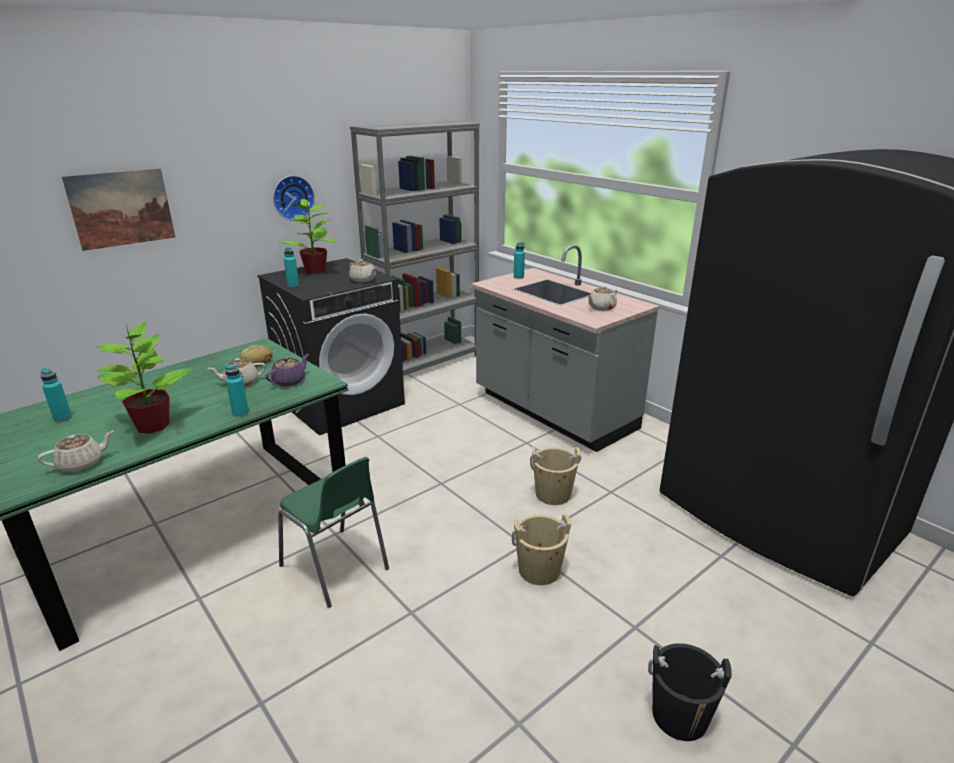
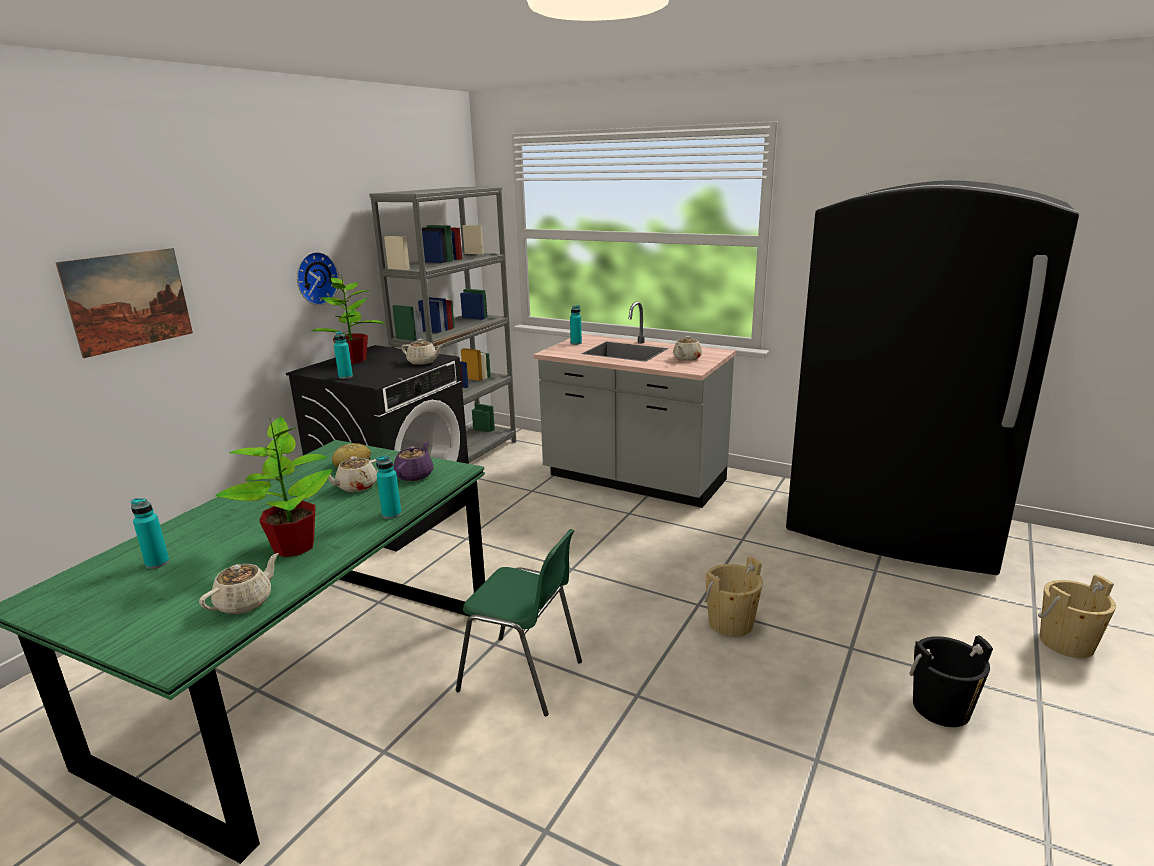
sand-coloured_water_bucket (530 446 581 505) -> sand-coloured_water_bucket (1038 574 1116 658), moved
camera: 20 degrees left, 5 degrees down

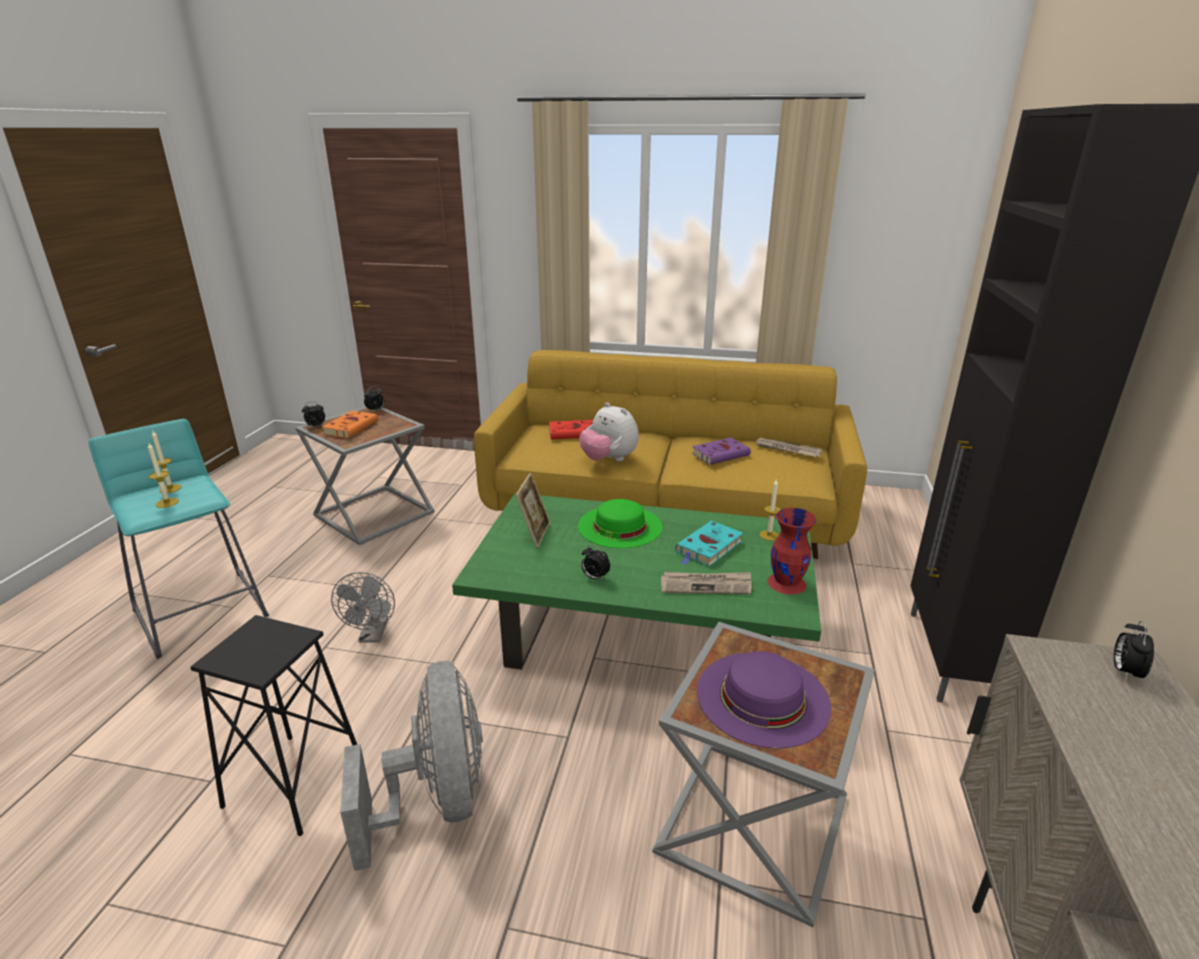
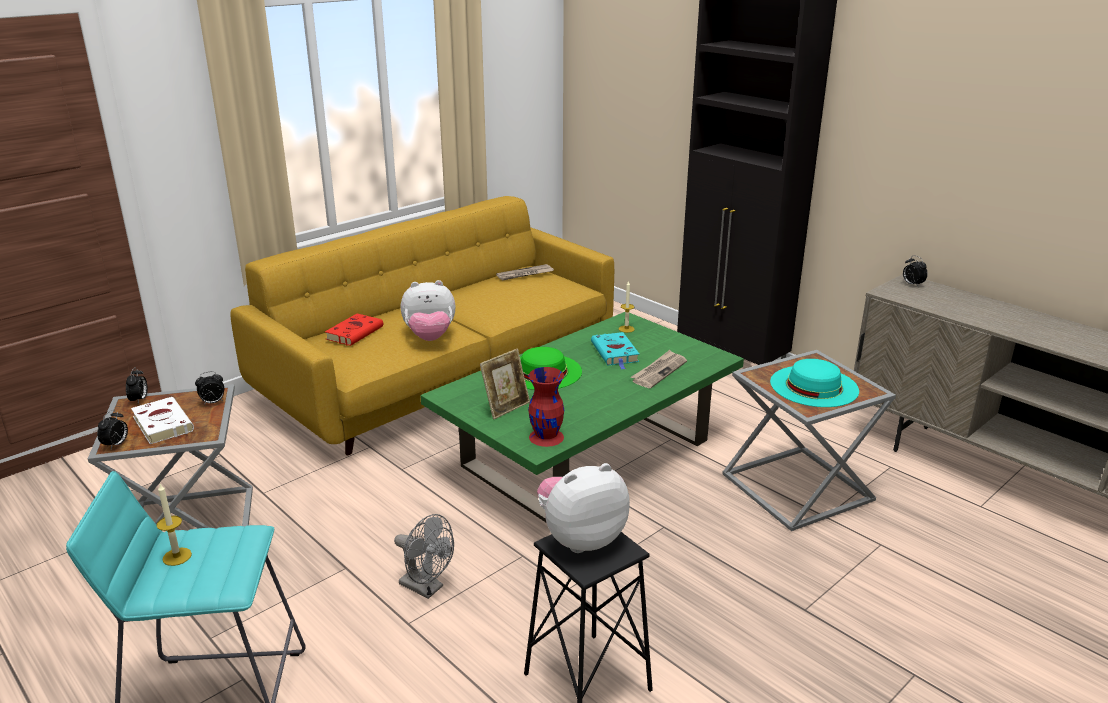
orange_book (322 411 378 438) -> white-coloured_book (131 397 194 444)
purple-coloured_book (692 438 751 465) -> none
wax_candle (148 443 179 508) -> none
photo_frame (516 473 550 548) -> photo_frame (480 349 530 419), 90 degrees clockwise
red-coloured_decorative_vase (768 508 816 594) -> red-coloured_decorative_vase (528 367 564 447), moved
bedside_clock (581 545 610 581) -> bedside_clock (195 371 224 405), moved
purple-coloured_wearable_hat (697 651 831 748) -> turquoise-coloured_wearable_hat (770 359 859 407)
greyish_fan (340 661 483 871) -> none
none -> cuddly_toy (537 463 630 553)
camera: 55 degrees left, 0 degrees up

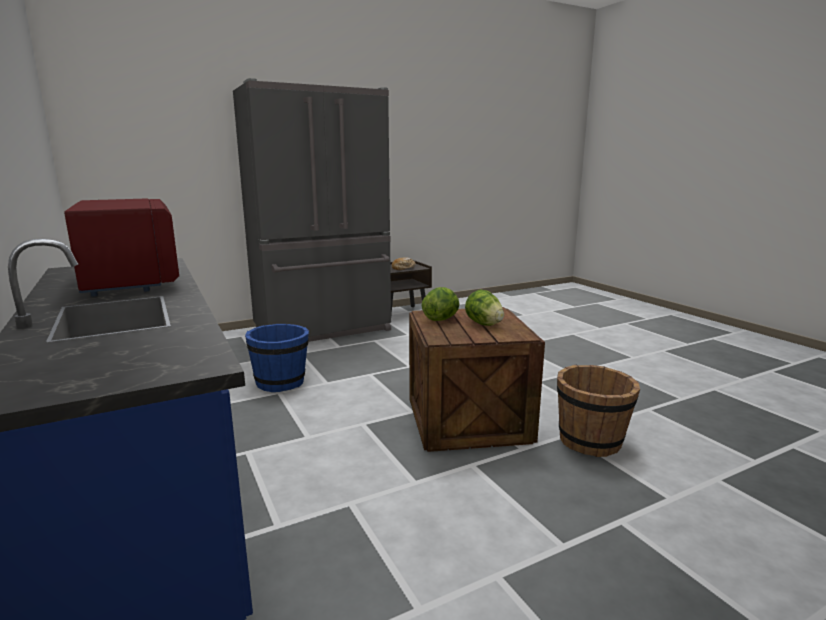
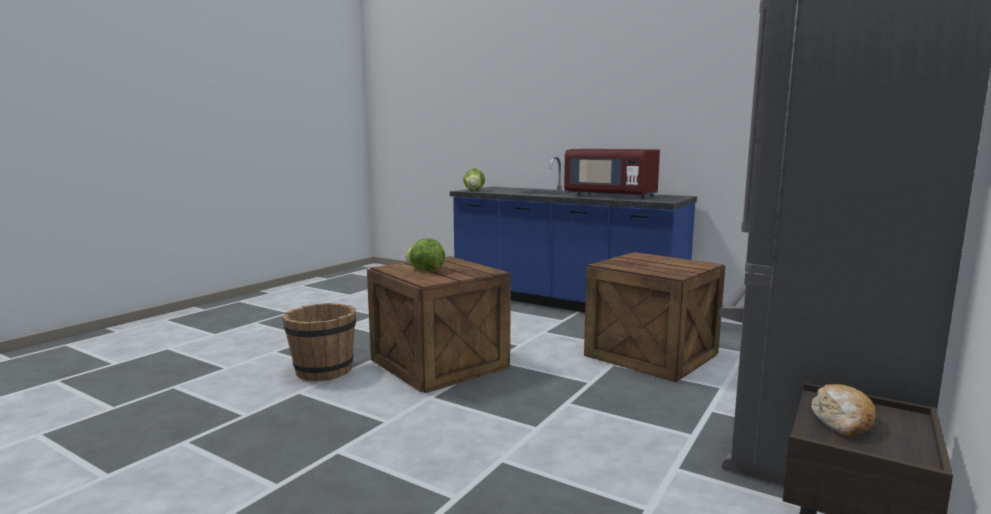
lettuce (422 287 459 321) -> lettuce (463 168 485 191), moved
blue_water_bucket (245 324 309 392) -> crate (584 252 725 382)
camera: 150 degrees right, 5 degrees down

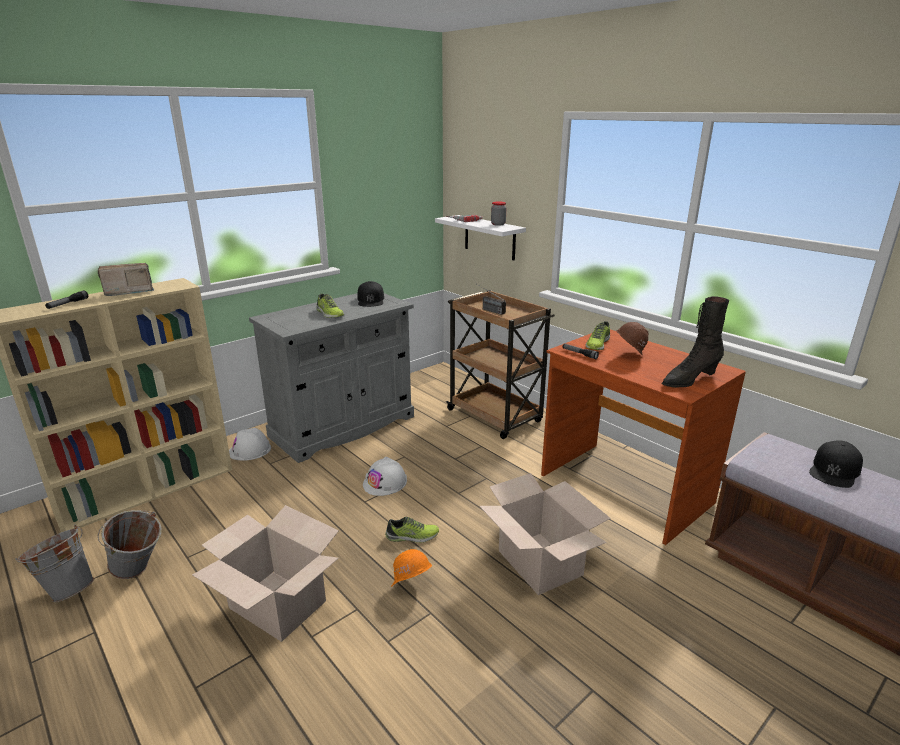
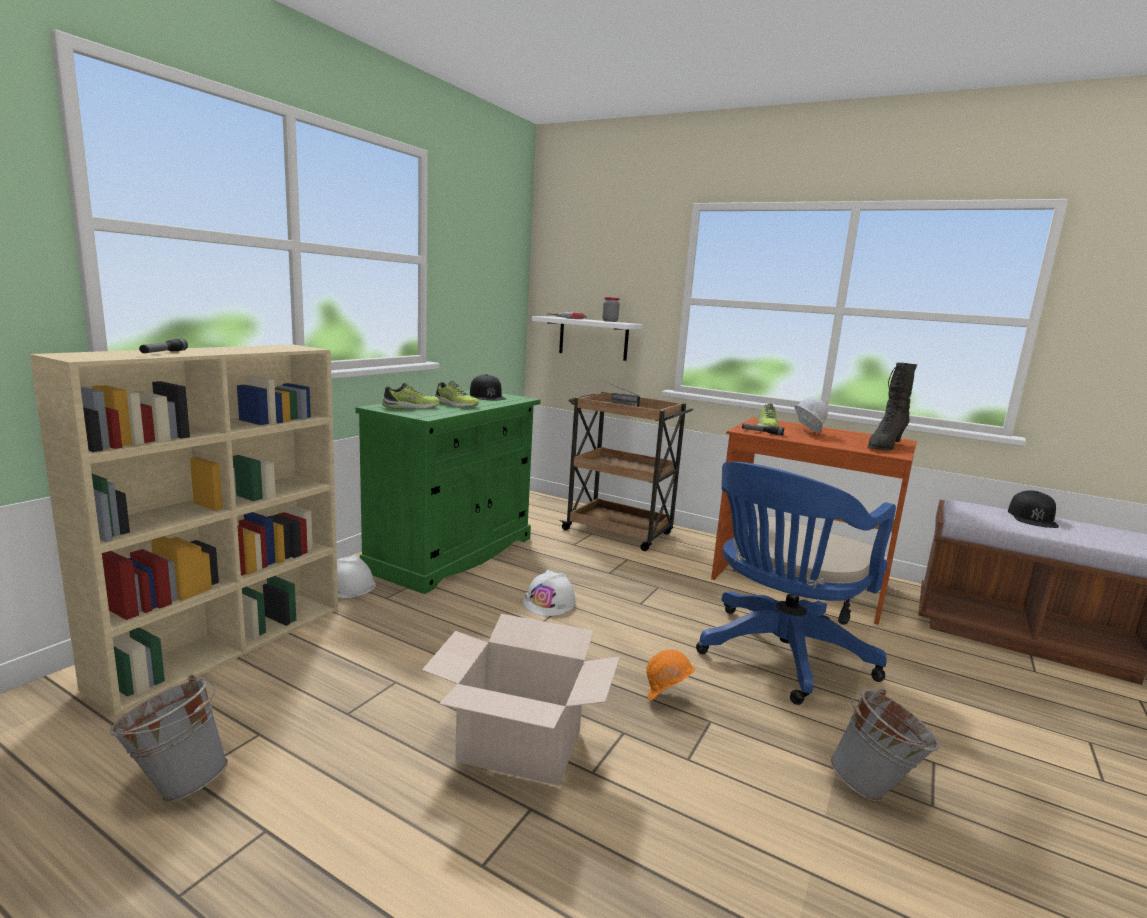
radio_receiver (98 263 154 296) -> none
greyish_cupboard (249 293 414 463) -> green-coloured_cupboard (356 390 541 594)
brown_hard_hat (616 322 648 355) -> white-coloured_hard_hat (794 397 828 433)
packing_box (479 473 611 595) -> blue_desk_chair (696 462 896 705)
greyish_water_bucket (98 510 162 579) -> greyish_water_bucket (830 688 939 801), moved
shoe (385 517 439 543) -> shoe (382 383 440 409), moved
camera: 20 degrees left, 10 degrees down

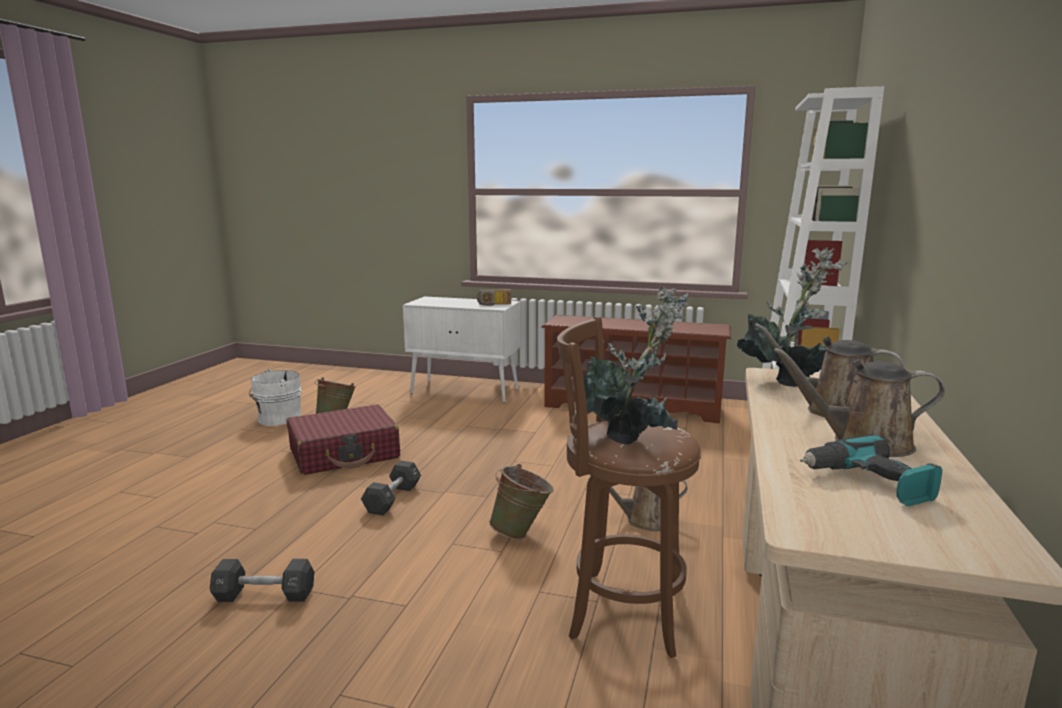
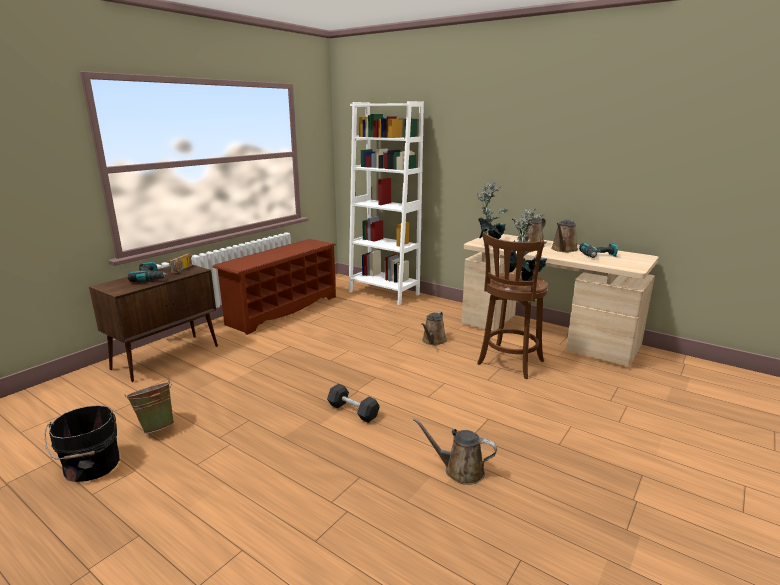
white-coloured_cupboard (403 296 520 403) -> brown_cupboard (89 265 218 382)
white-coloured_water_bucket (249 369 302 426) -> blackish_water_bucket (44 405 120 482)
red-coloured_suitcase (287 404 400 475) -> none
green-coloured_water_bucket (489 464 554 539) -> none
blackish_free_weight (210 559 314 602) -> brown_sprinkling_can (413 418 497 485)
none -> power_drill (128 262 168 282)
camera: 70 degrees left, 5 degrees up

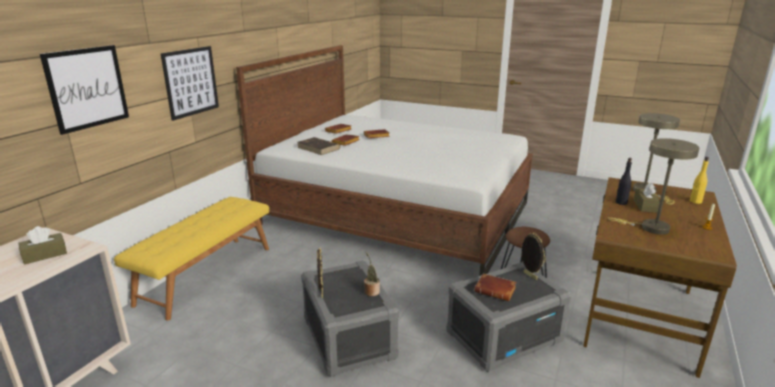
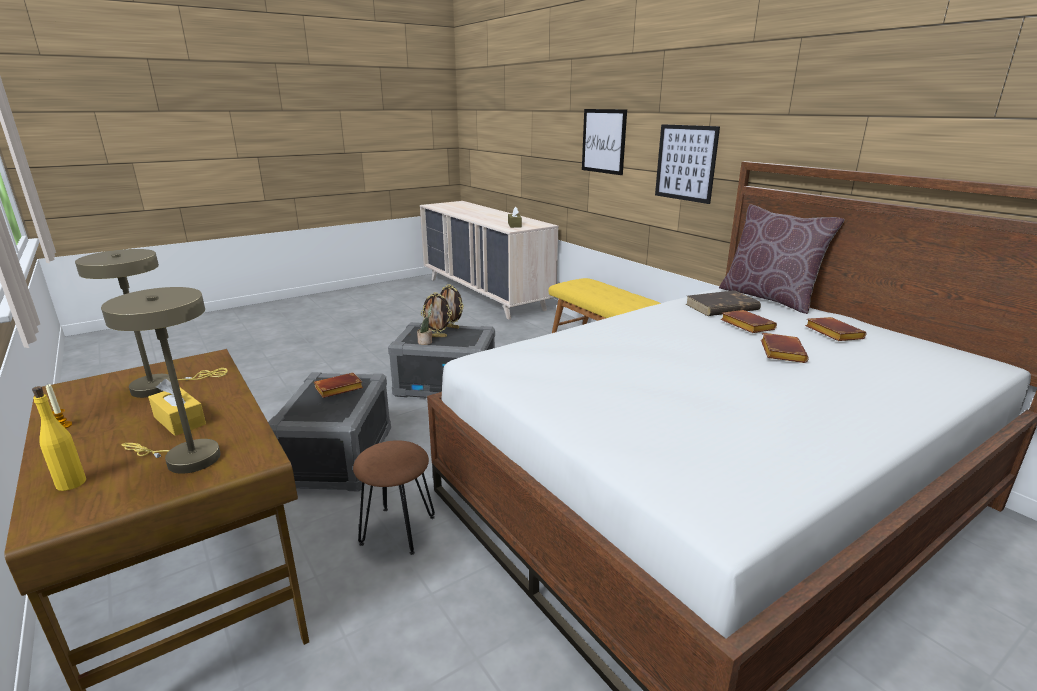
blackish_bottle (616 158 632 205) -> none
brown_tissue_box (634 183 660 213) -> yellow-coloured_tissue_box (148 379 206 436)
photo_frame (522 232 546 280) -> photo_frame (421 292 452 337), moved
none -> brown_cushion (719 205 845 314)
camera: 120 degrees right, 0 degrees up

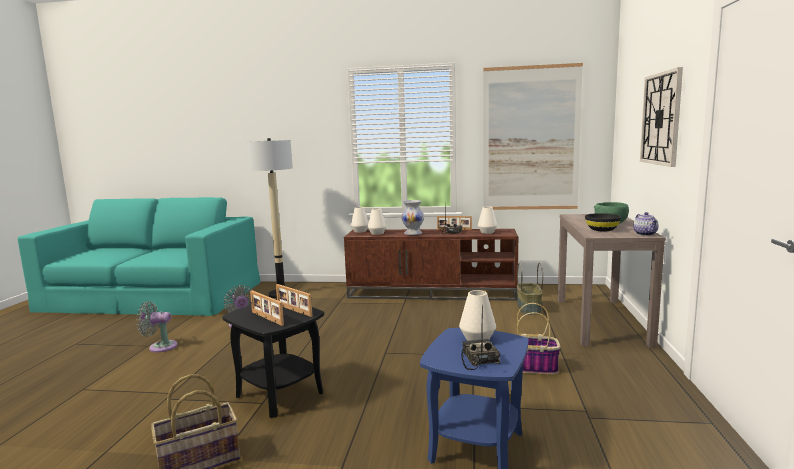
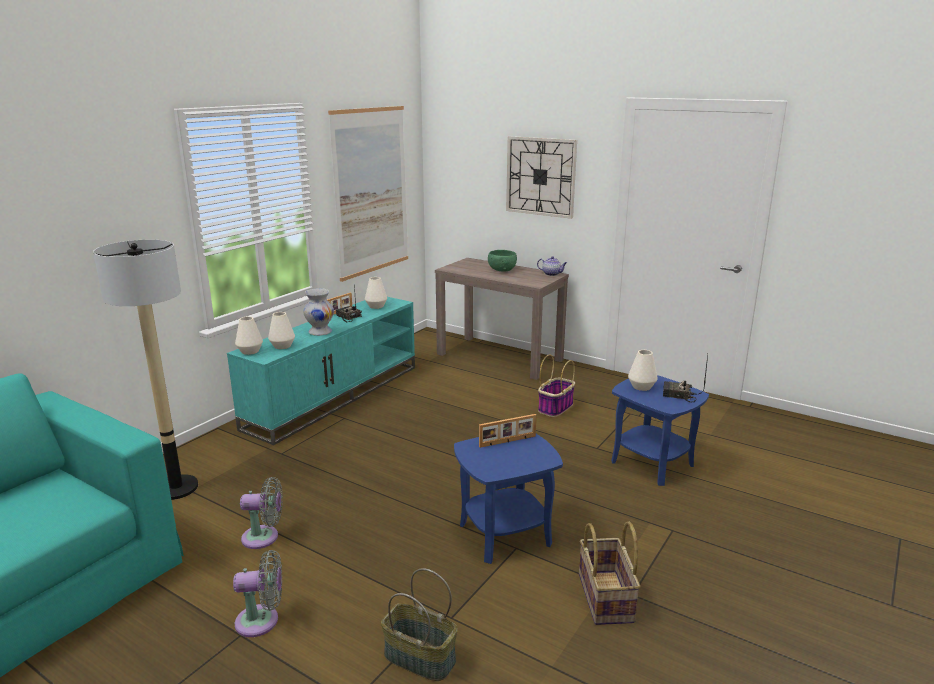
blackish_bowl (585 213 621 231) -> none
brown_media_console (344 229 518 301) -> turquoise-coloured_media_console (227 297 415 445)
household_basket (517 262 543 315) -> household_basket (381 568 458 681), moved
photo_frame (250 290 284 326) -> none
blackish_accent_table (222 299 324 418) -> blue_accent_table (454 434 563 564)
greyish_fan (136 301 178 352) -> greyish_fan (233 550 282 637), 120 degrees counterclockwise
camera: 65 degrees left, 10 degrees up

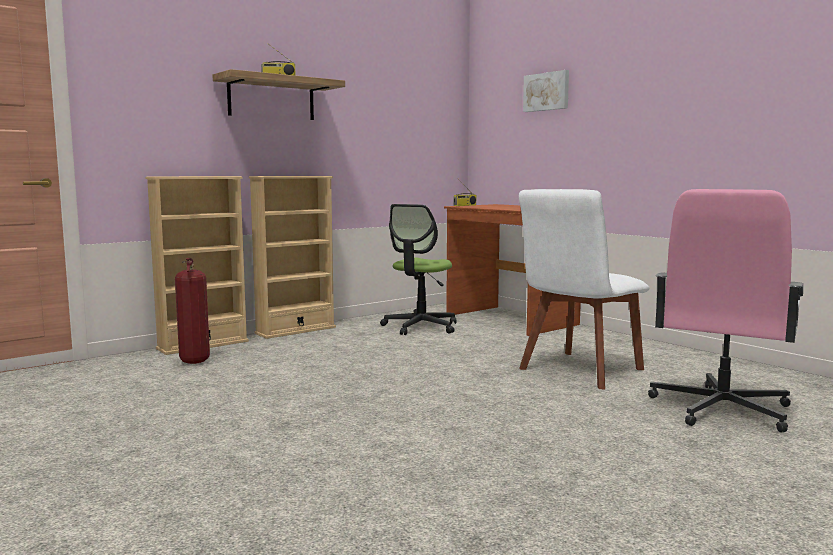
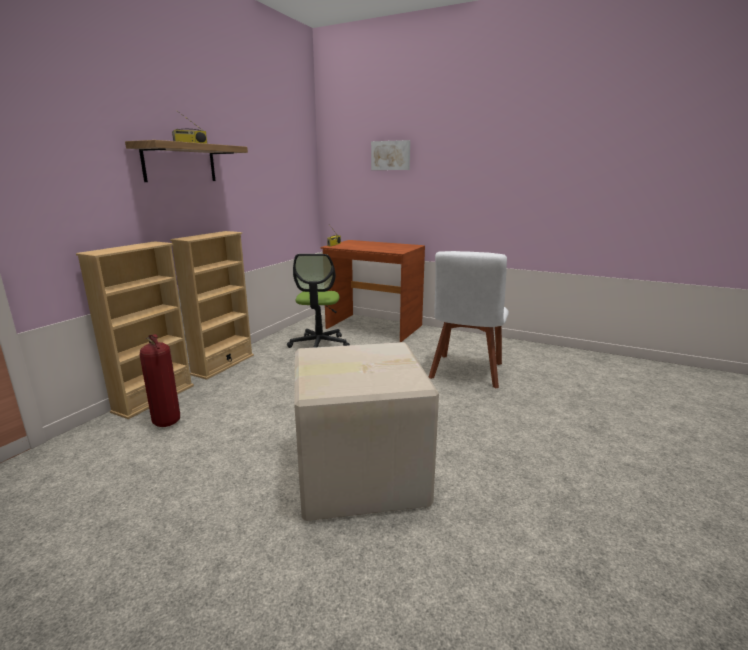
pink_desk_chair (648 189 803 432) -> none
none -> packing_box (294 342 439 521)
camera: 25 degrees left, 10 degrees up

